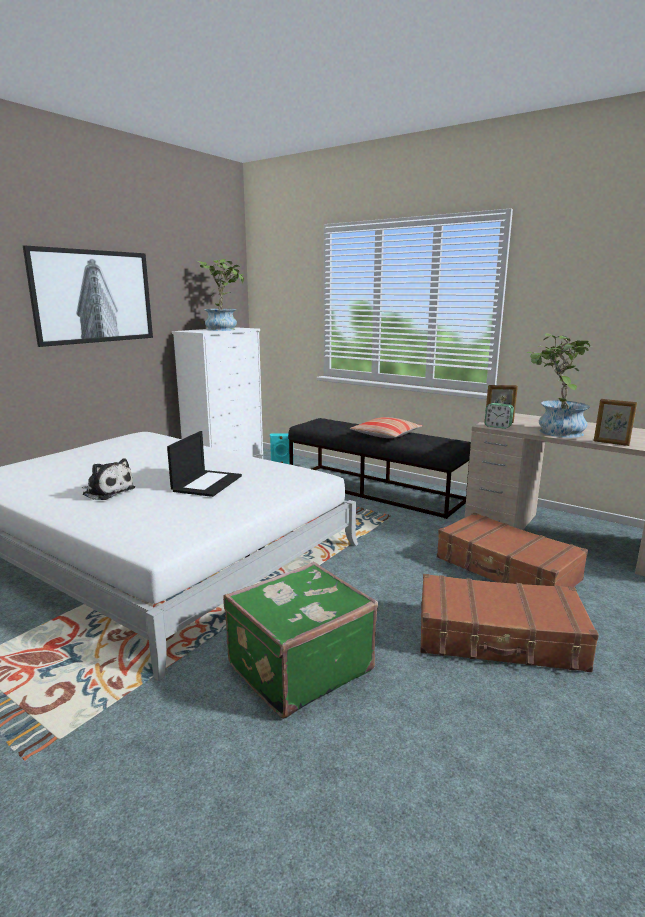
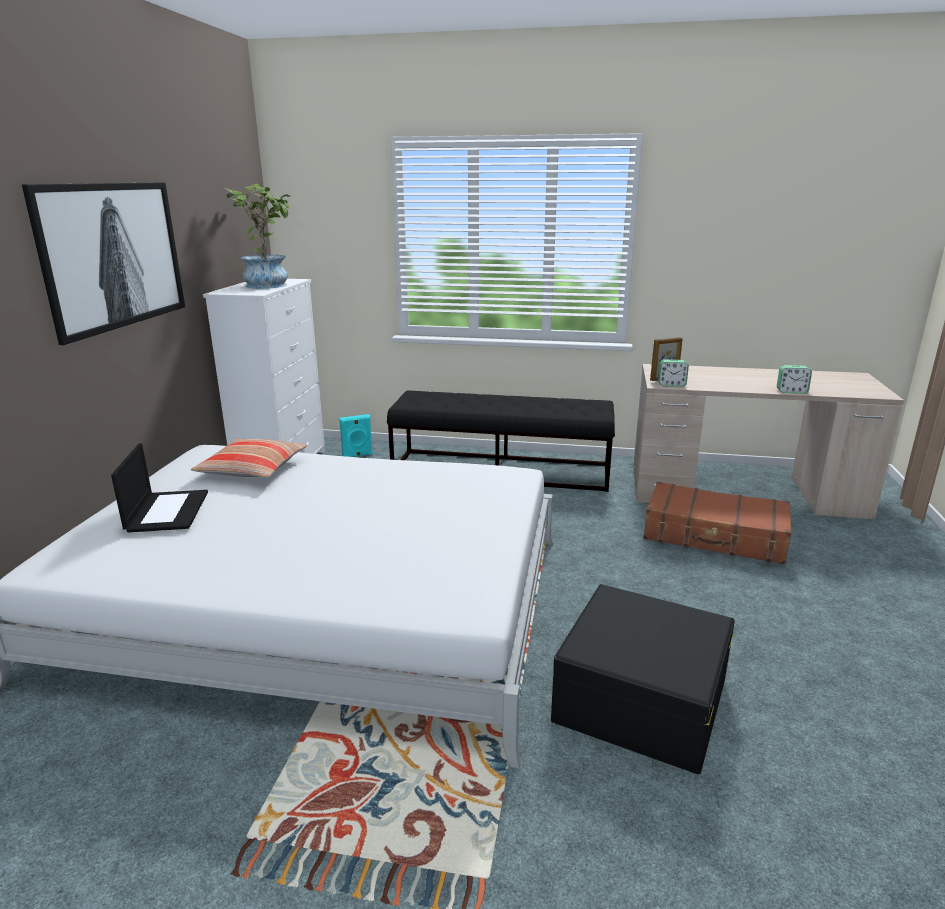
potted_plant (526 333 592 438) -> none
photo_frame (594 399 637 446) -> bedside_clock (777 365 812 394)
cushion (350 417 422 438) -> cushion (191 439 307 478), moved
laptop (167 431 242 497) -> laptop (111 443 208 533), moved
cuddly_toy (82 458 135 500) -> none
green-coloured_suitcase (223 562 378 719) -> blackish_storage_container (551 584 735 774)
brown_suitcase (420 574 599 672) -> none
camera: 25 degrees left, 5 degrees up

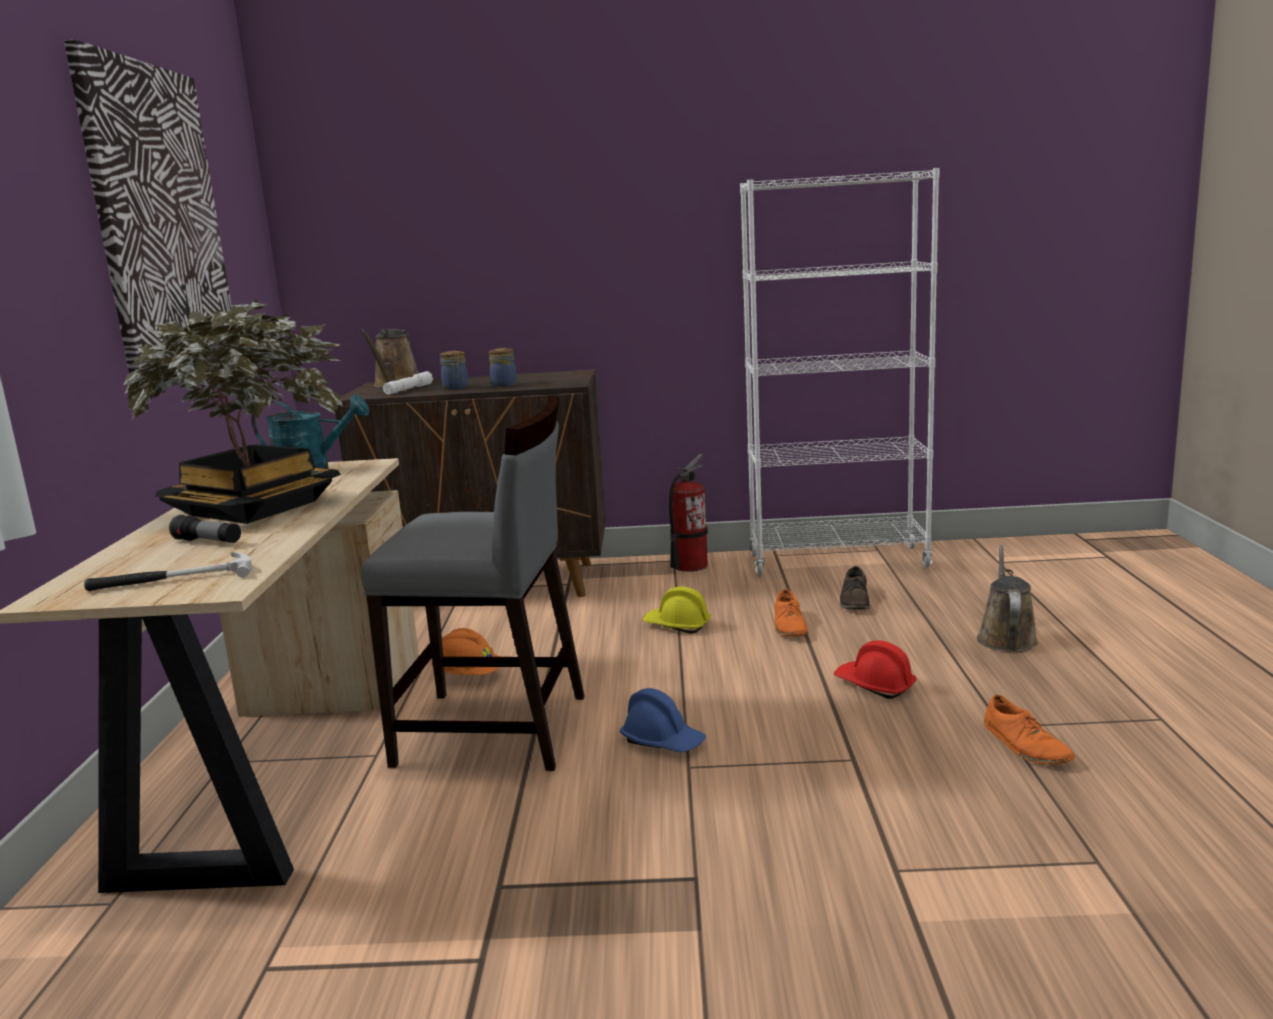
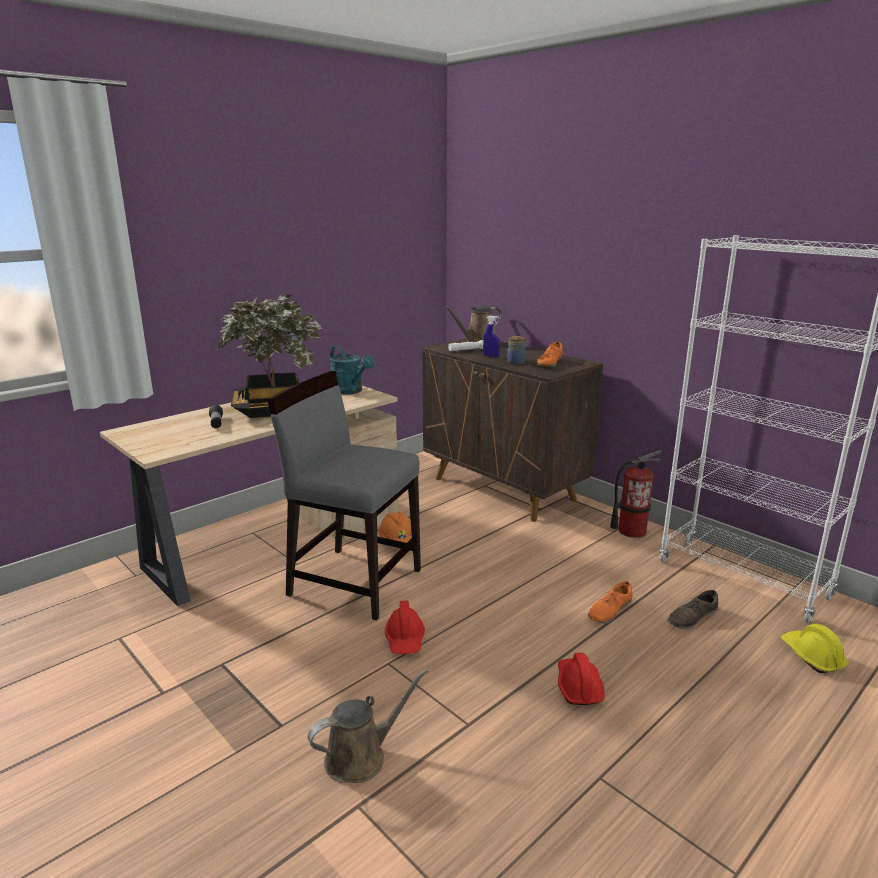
picture (64 40 231 381) -> none
preserve_jar (440 351 468 390) -> blue_hand_sprayer (483 316 500 357)
greyish_plain_chair (361 396 585 771) -> greyish_plain_chair (267 371 421 621), 150 degrees clockwise
brown_sprinkling_can (977 545 1038 652) -> brown_sprinkling_can (308 669 428 783), moved
hammer (84 552 252 591) -> none
yellow-coloured_hard_hat (642 586 711 634) -> yellow-coloured_hard_hat (781 624 849 673), moved
blue_hard_hat (620 688 706 752) -> red-coloured_hard_hat (385 601 425 654)
orange_shoe (984 695 1075 764) -> orange_shoe (537 342 563 367), moved
camera: 45 degrees right, 5 degrees up

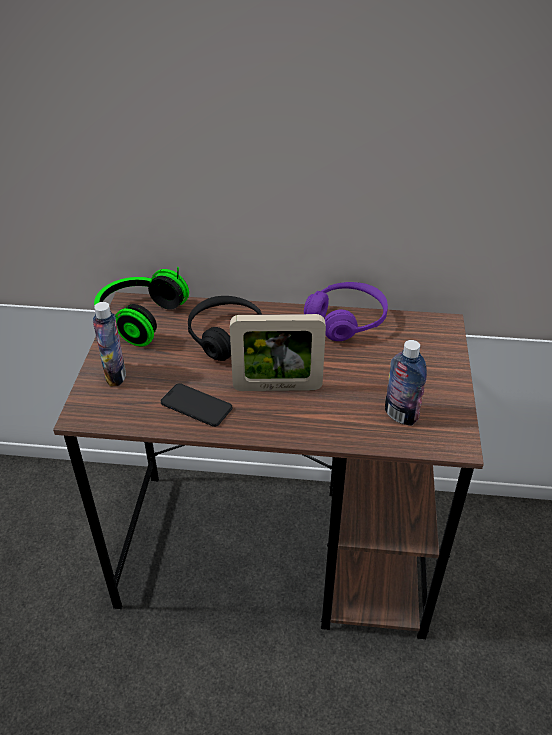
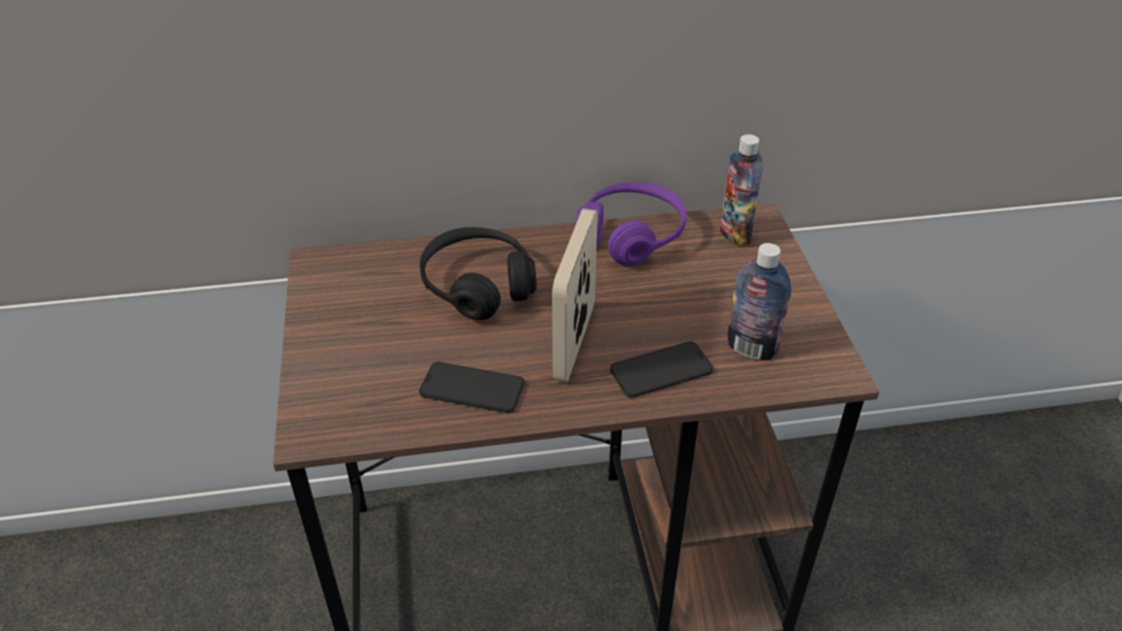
pair_of_headphones (94 267 189 347) -> none
bottle (93 302 126 386) -> bottle (720 134 763 246), moved
photo_frame (230 314 326 391) -> photo_frame (552 208 598 382), 120 degrees clockwise
none -> phone (610 341 713 398)
camera: 15 degrees left, 0 degrees up

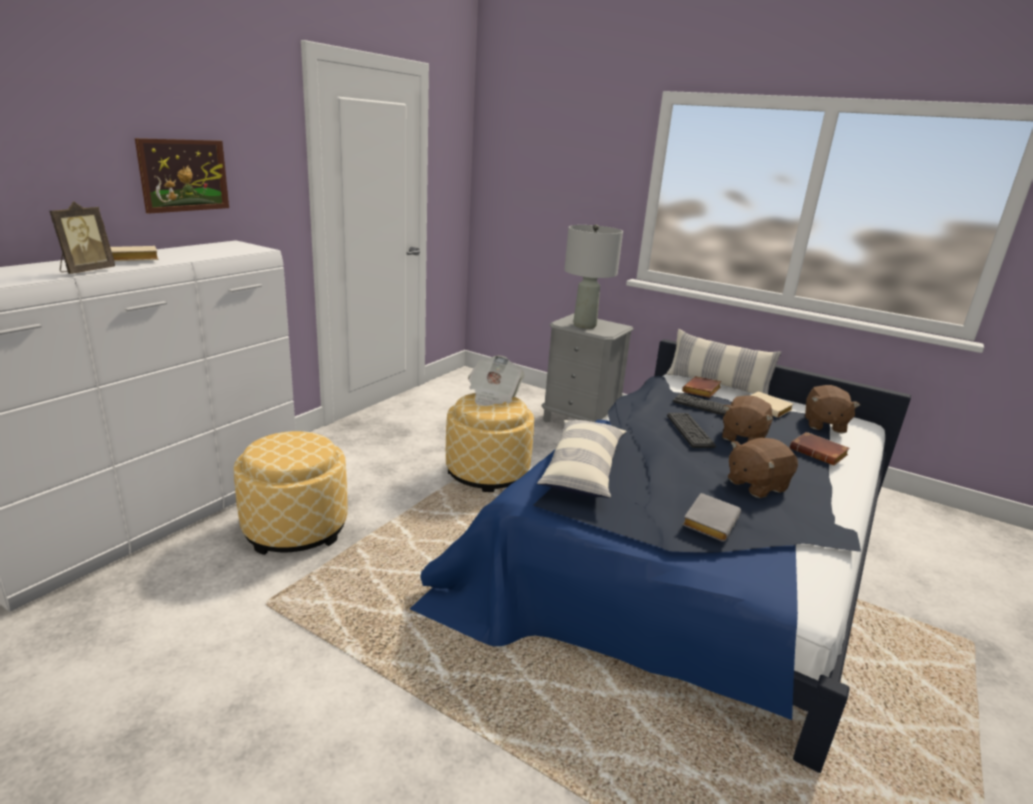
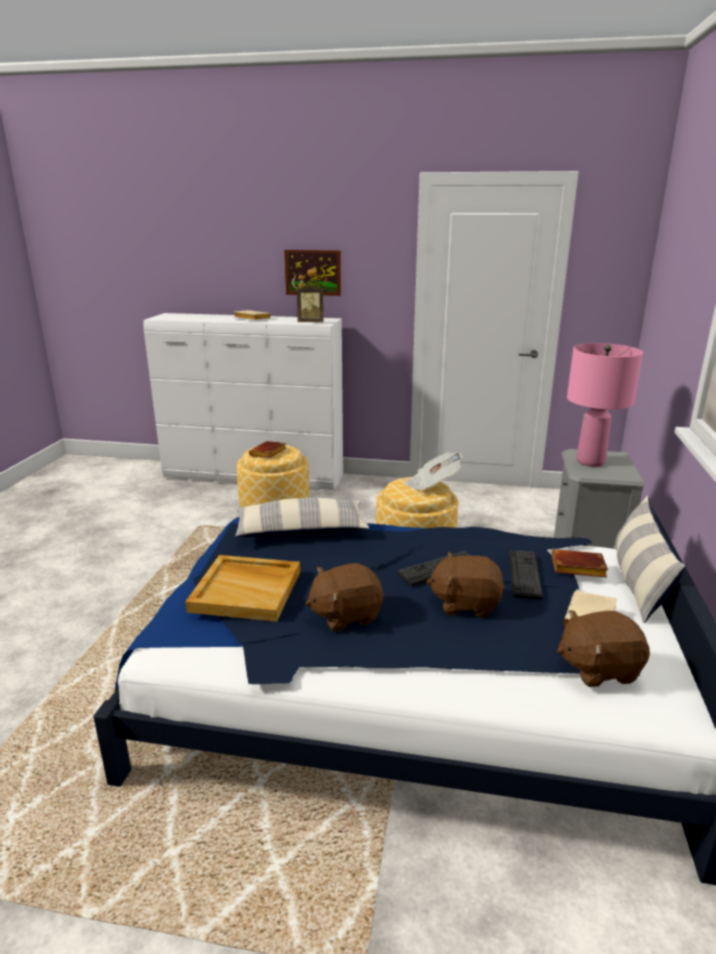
photo_frame (49 201 115 274) -> photo_frame (297 285 324 322), moved
greyish_table_lamp (564 224 623 329) -> pink_table_lamp (567 343 643 467)
brown_book (790 432 850 466) -> brown_book (249 441 286 458), moved
brown_cuddly_toy (728 438 798 498) -> brown_cuddly_toy (306 563 383 632), 60 degrees counterclockwise
greyish_book (682 493 741 542) -> sand-coloured_carrying_tray (185 555 300 622)
camera: 70 degrees right, 0 degrees up

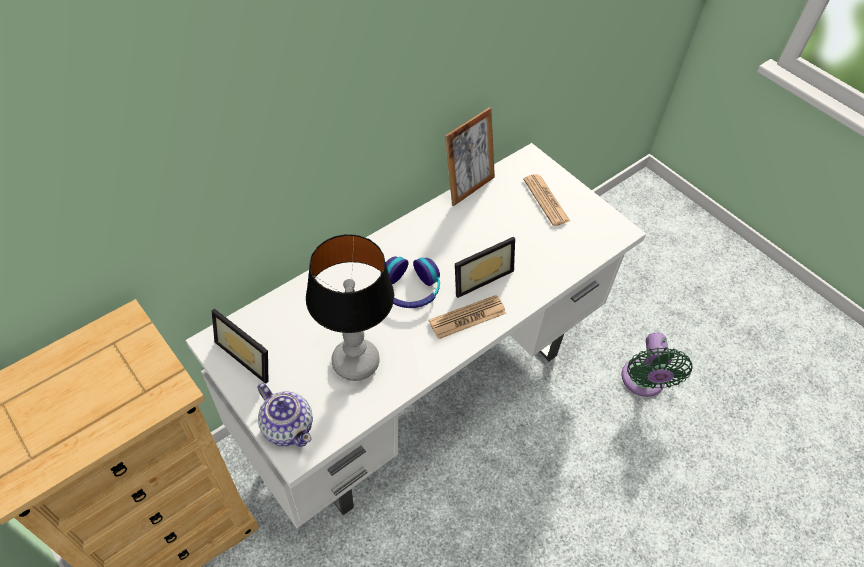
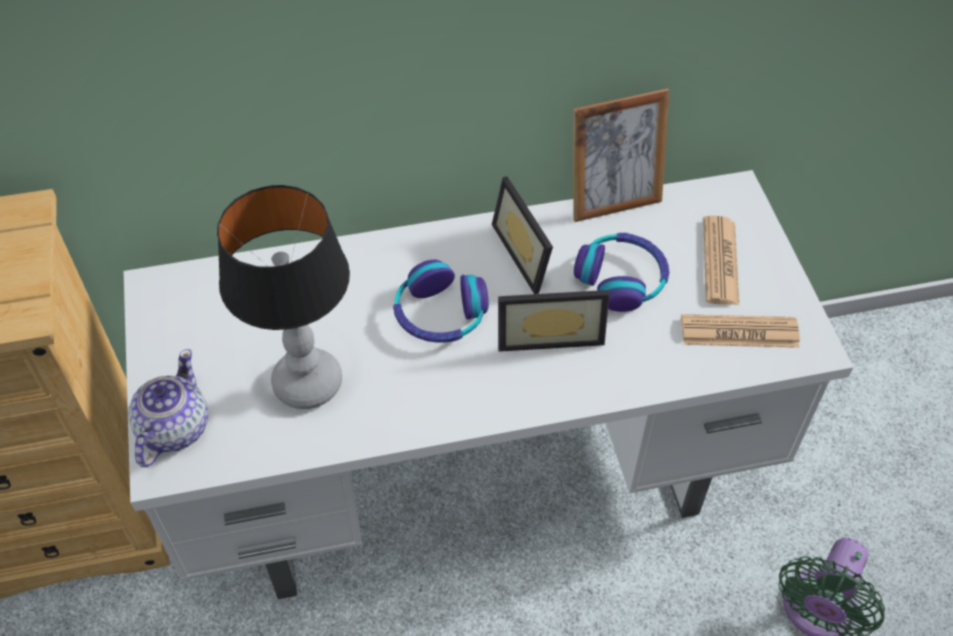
daily_paper (429 295 506 339) -> daily_paper (681 314 800 348), moved
photo_frame (212 308 268 384) -> photo_frame (492 176 553 294), moved
tea_pot (257 383 313 447) -> tea_pot (128 349 208 467), 150 degrees counterclockwise
none -> pair_of_headphones (574 233 669 312)
camera: 30 degrees right, 0 degrees up

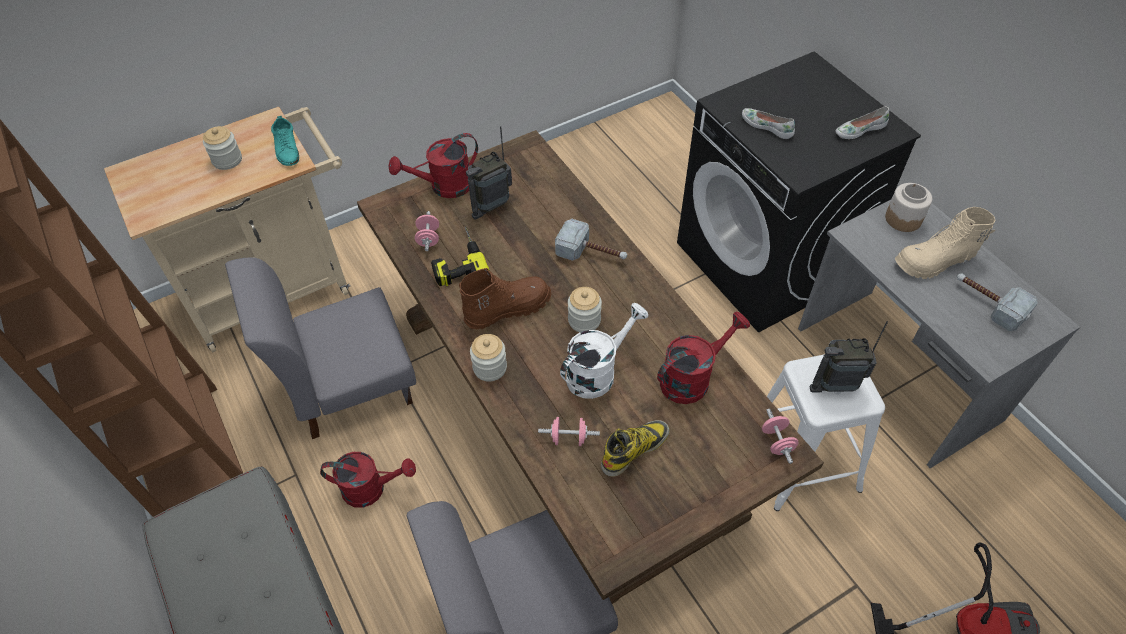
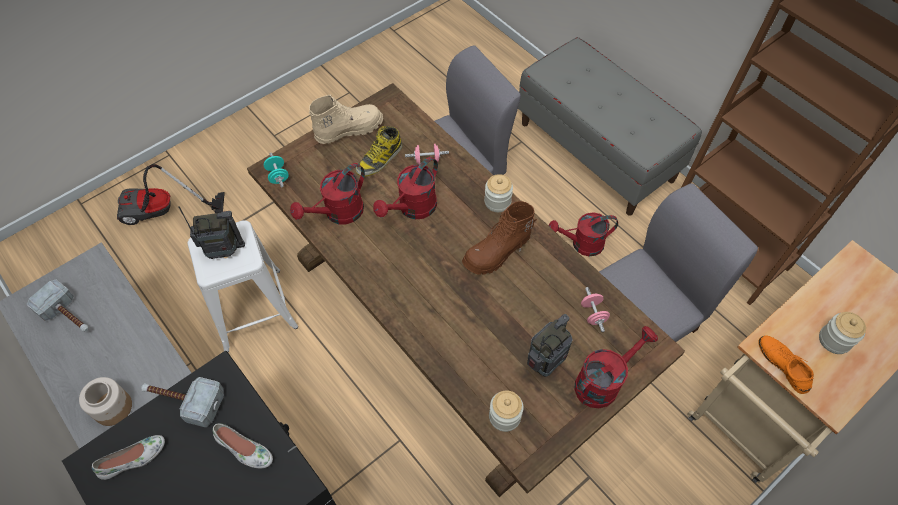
turquoise-coloured_shoe (271 116 299 166) -> orange_shoe (758 335 814 394)
sand-coloured_boot (895 207 996 279) -> sand-coloured_boot (309 95 383 144), moved
hammer (555 219 627 261) -> hammer (141 377 224 427), moved
power_drill (431 227 490 287) -> none
preserve_jar (568 287 602 332) -> preserve_jar (489 391 524 432), moved
white-coloured_sprinkling_can (560 303 648 399) -> red-coloured_sprinkling_can (373 157 438 219)
pink_free_weight (762 409 798 464) -> turquoise-coloured_free_weight (264 153 289 187)
camera: 170 degrees right, 5 degrees up

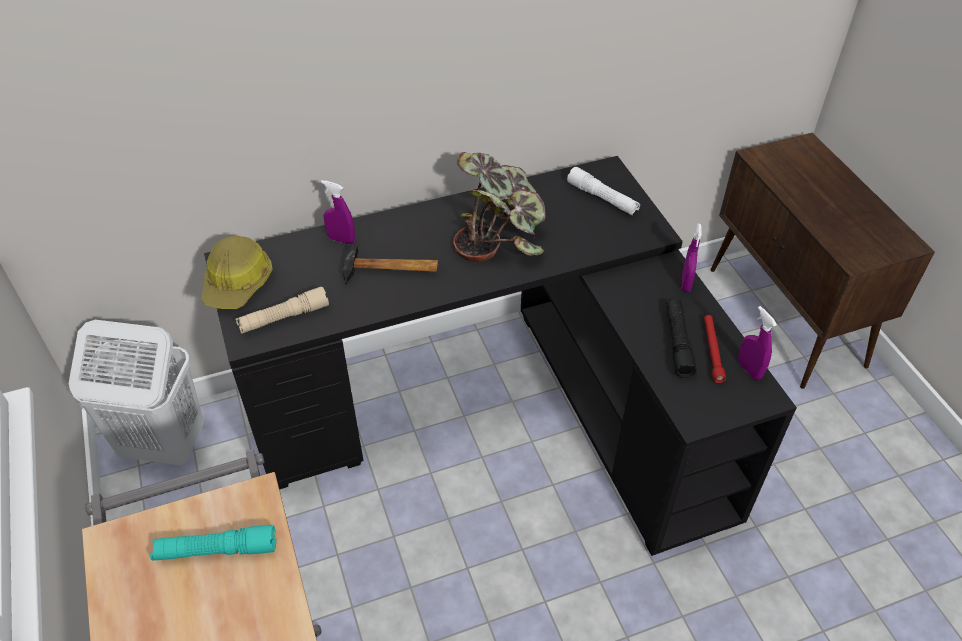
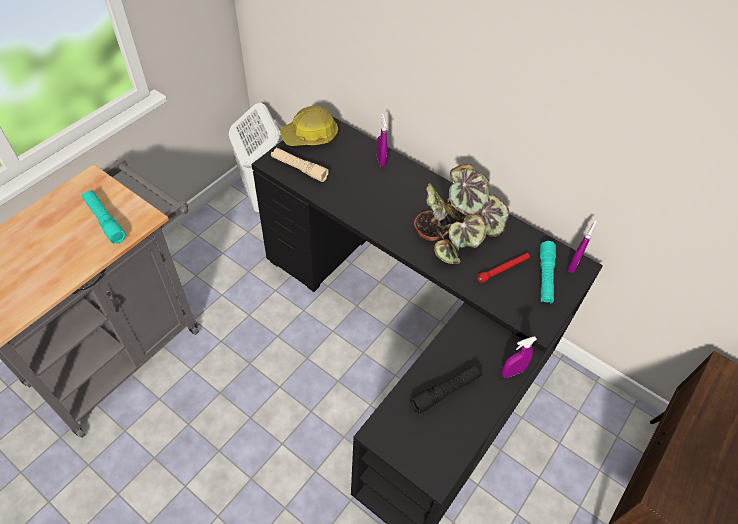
white-coloured_flashlight (567 167 640 215) -> turquoise-coloured_flashlight (540 241 556 303)
hammer (343 244 438 285) -> none
purple-coloured_hand_sprayer (738 306 777 380) -> purple-coloured_hand_sprayer (567 220 597 273), moved
red-coloured_flashlight (704 315 726 383) -> red-coloured_flashlight (477 253 530 283), moved
camera: 55 degrees right, 5 degrees up

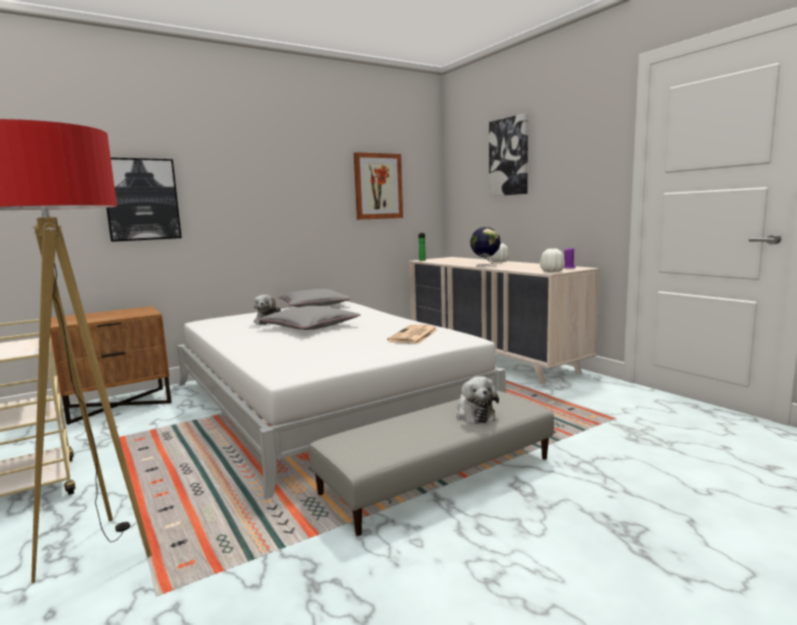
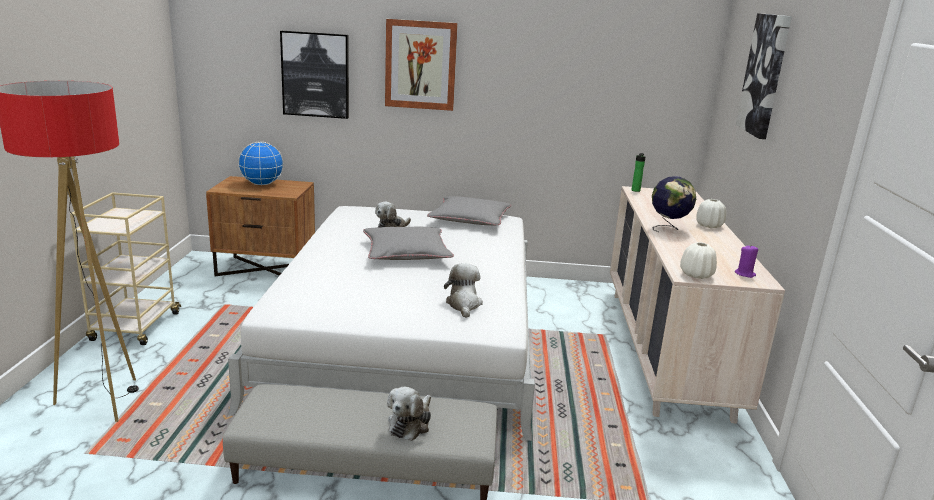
picture (354 152 403 220) -> picture (385 19 458 111), moved
daily_paper (387 325 438 344) -> cuddly_toy (444 263 483 318)
none -> globe (238 142 284 185)
camera: 35 degrees right, 10 degrees up

